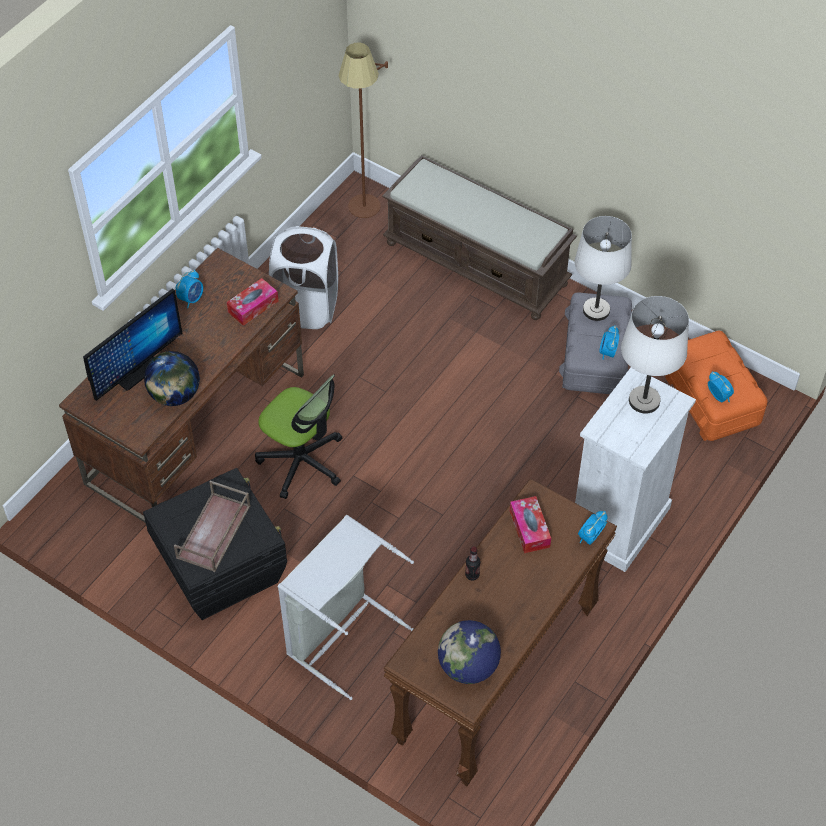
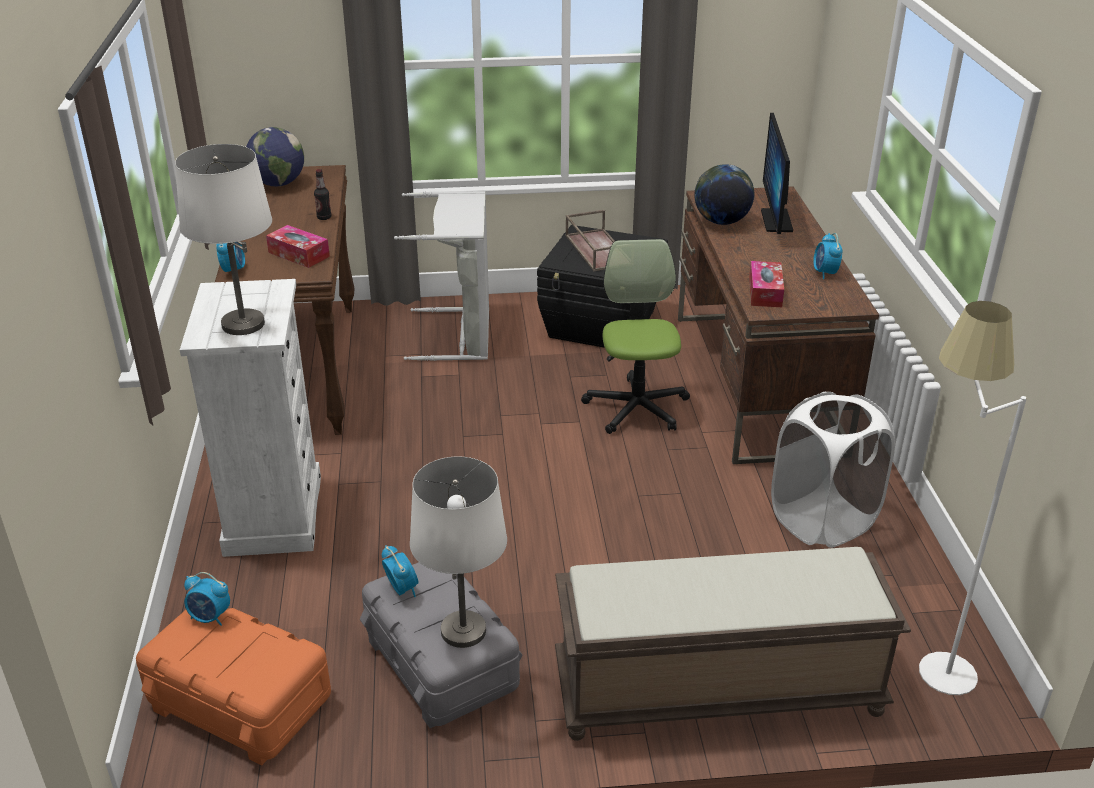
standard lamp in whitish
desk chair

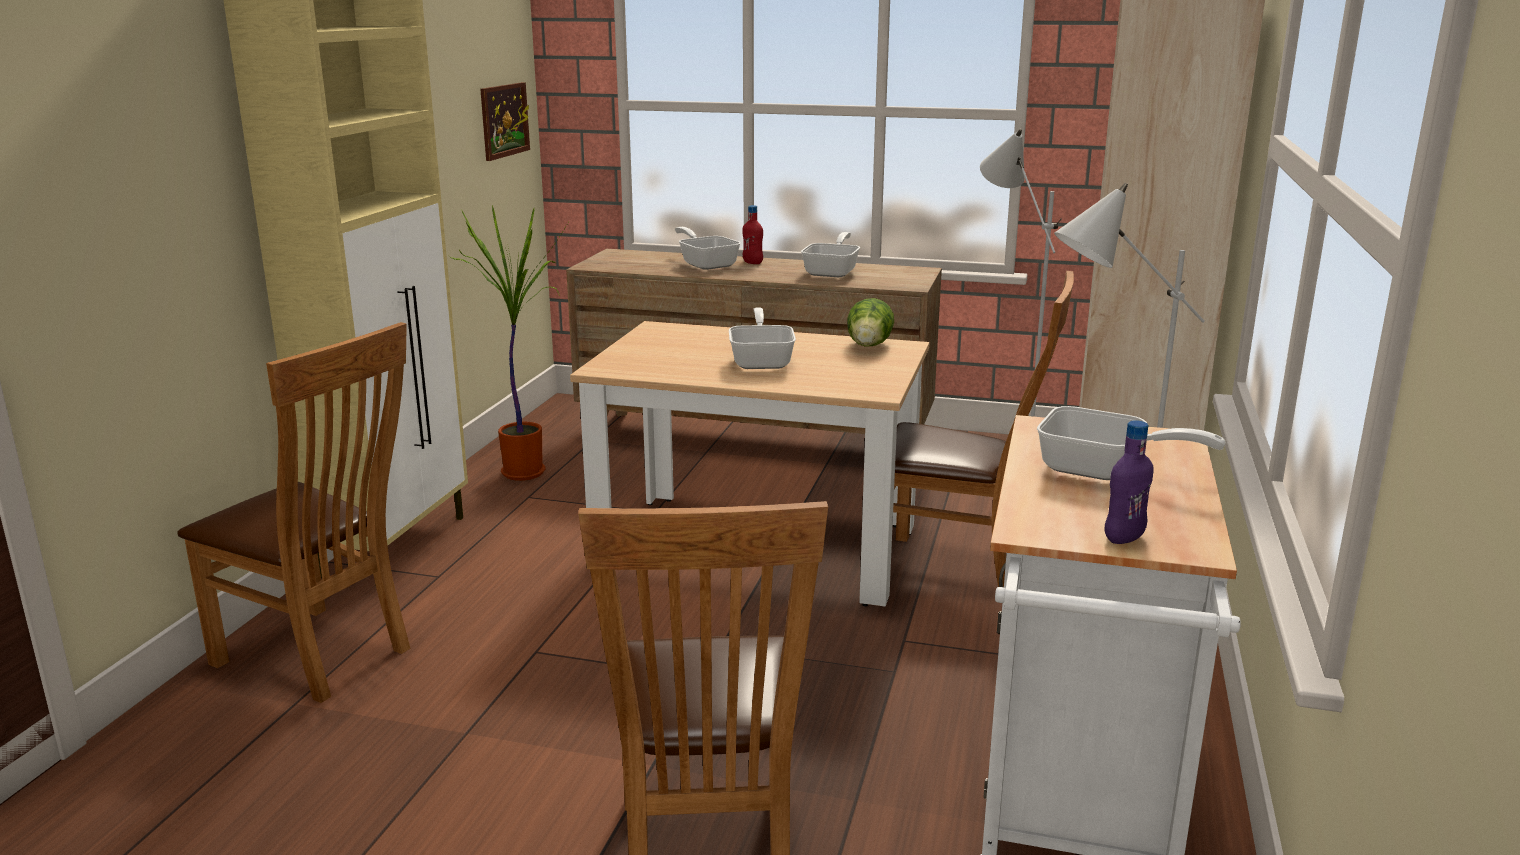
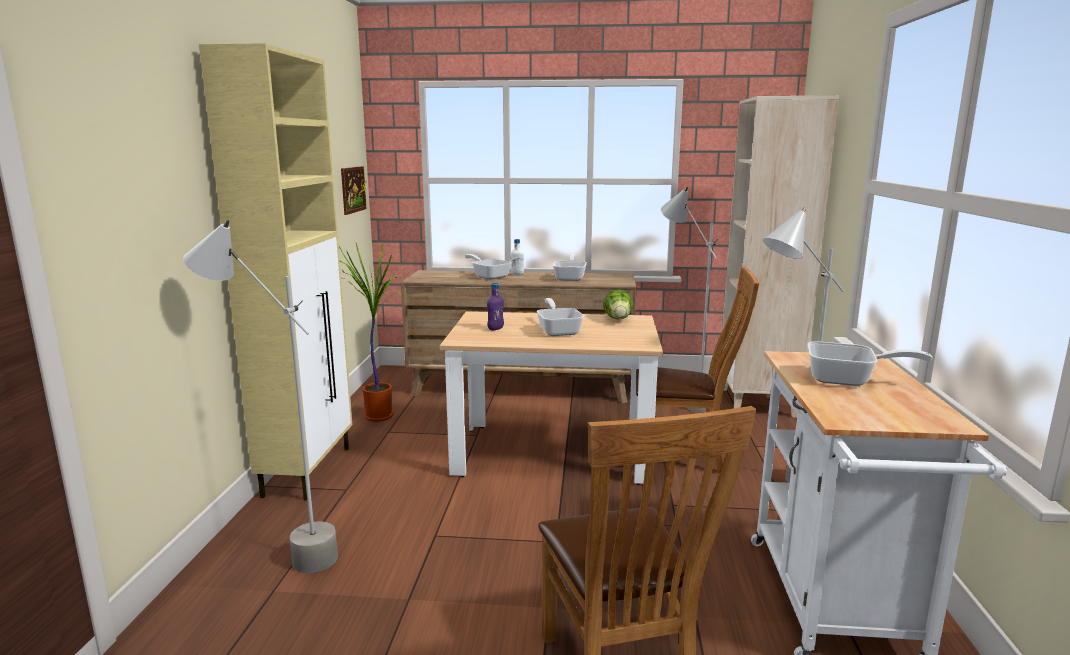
drink bottle in purplish
standard lamp in gray (1st from left)
drink bottle in whitish

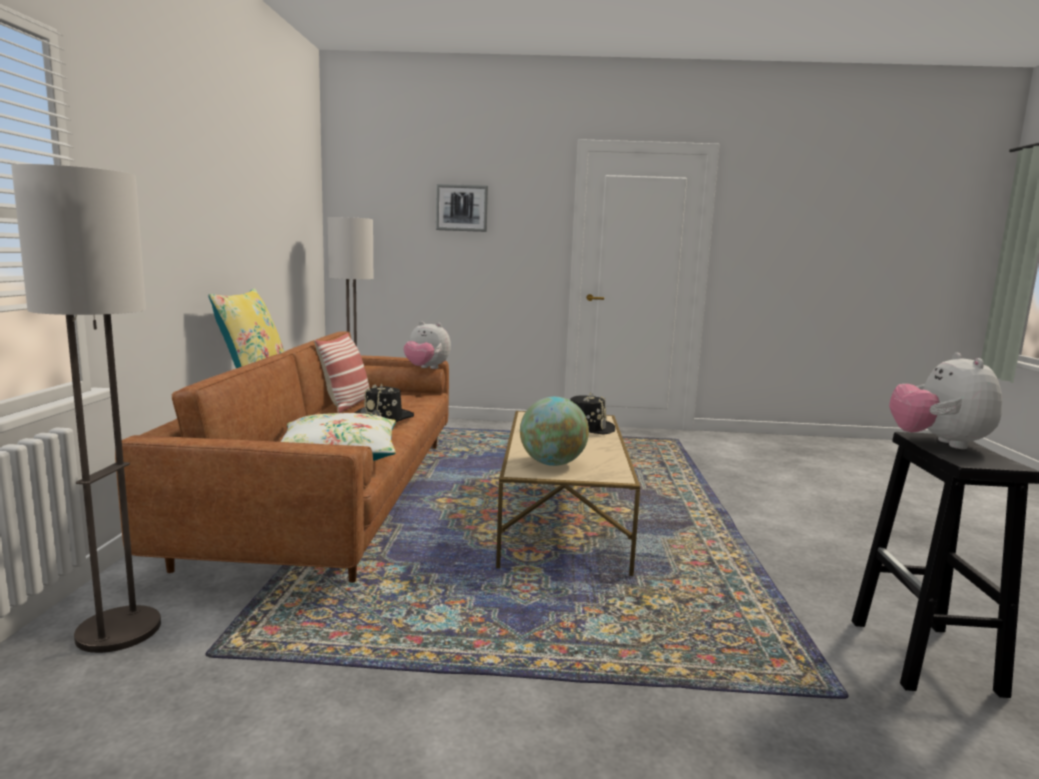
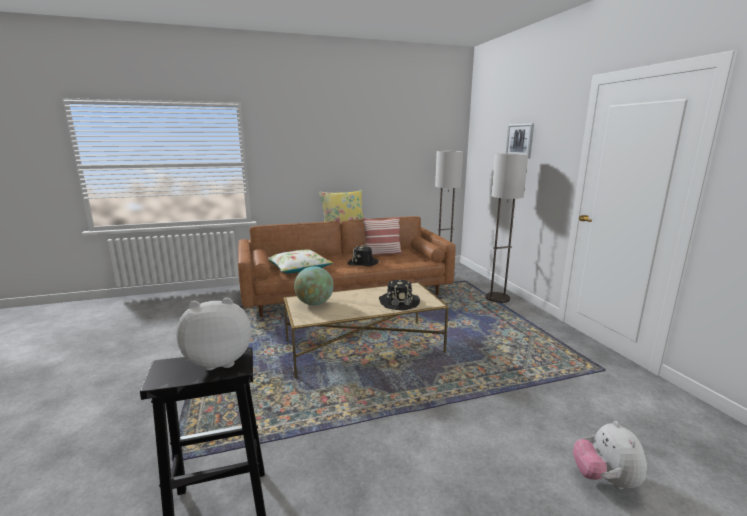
standard lamp (2nd from left)
plush toy (2nd from left)

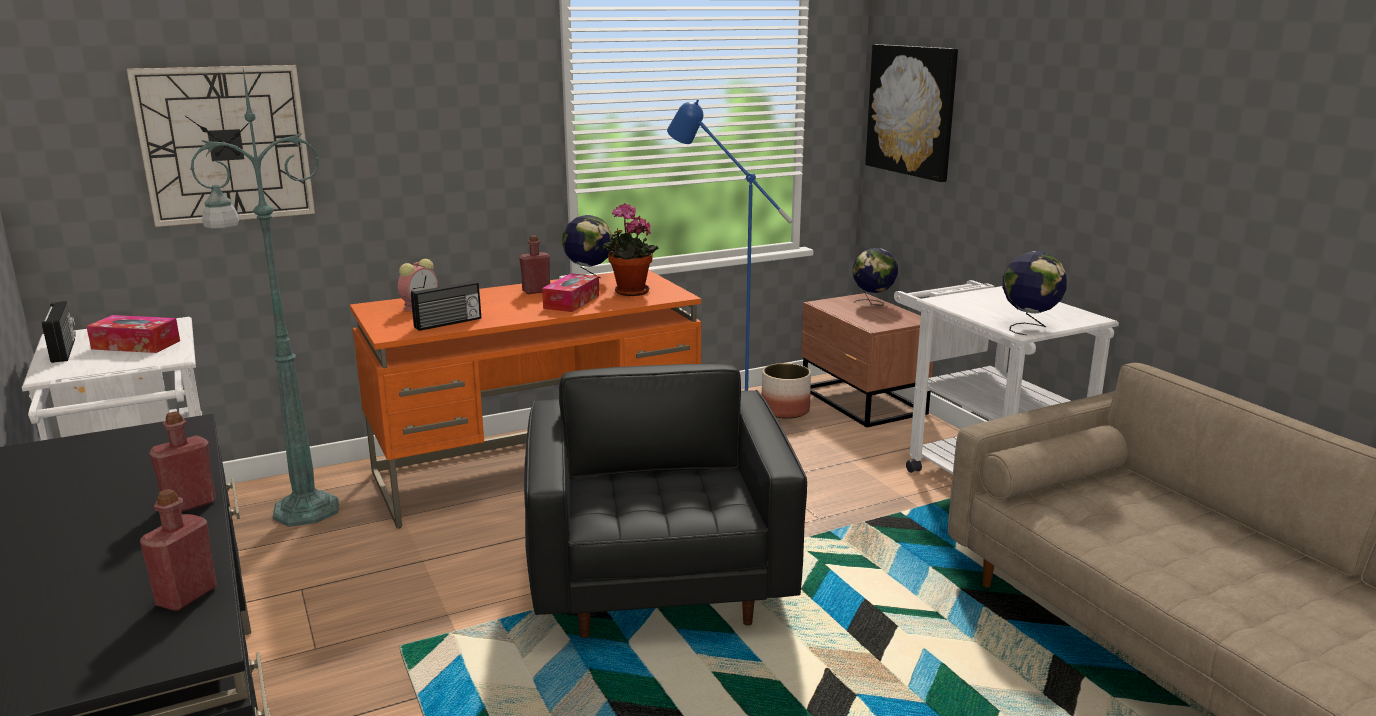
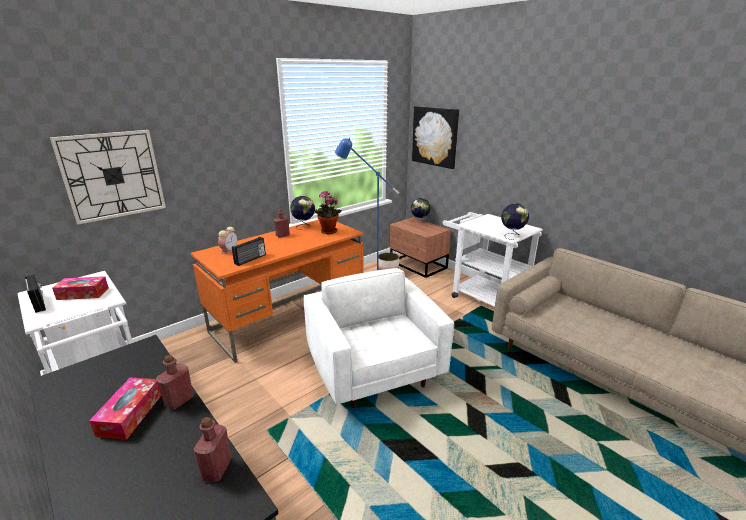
standard lamp in green
tissue holder (2nd from left)
armchair in whitish

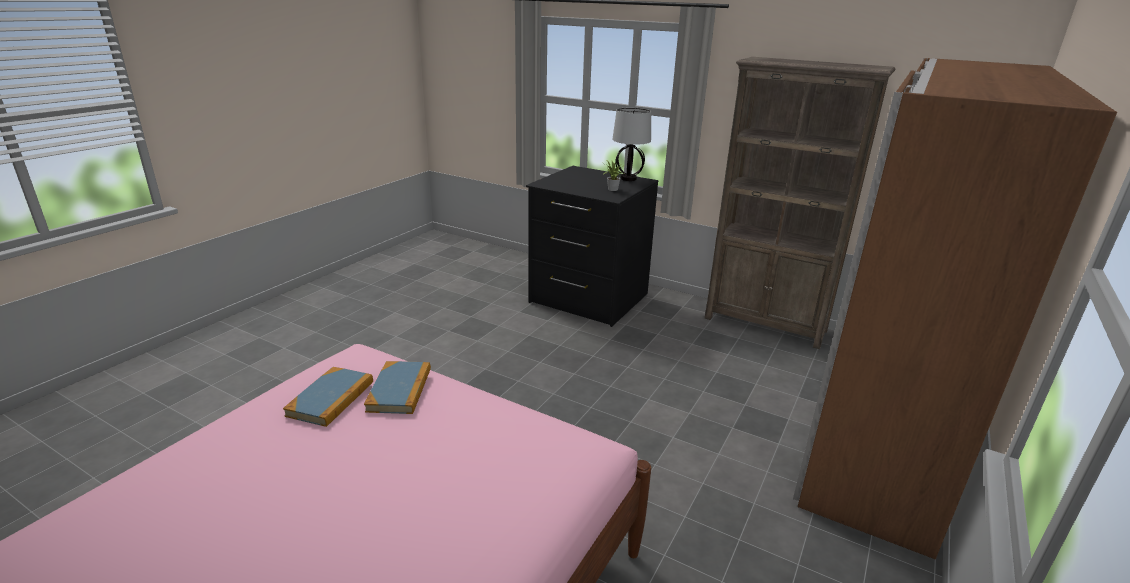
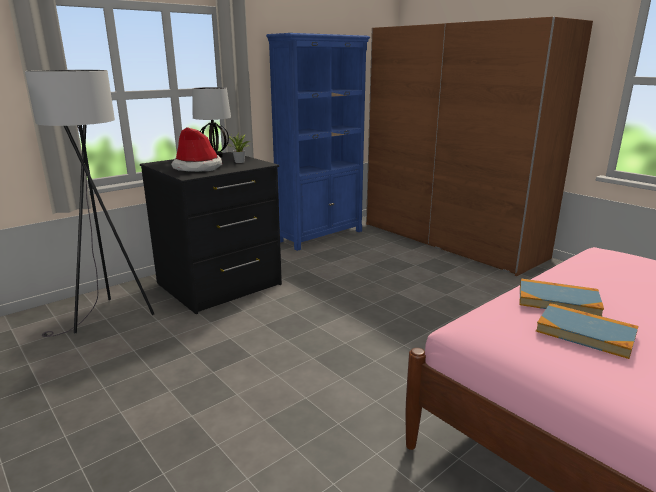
standard lamp in gray
wearable hat
bookshelf in blue-coloured

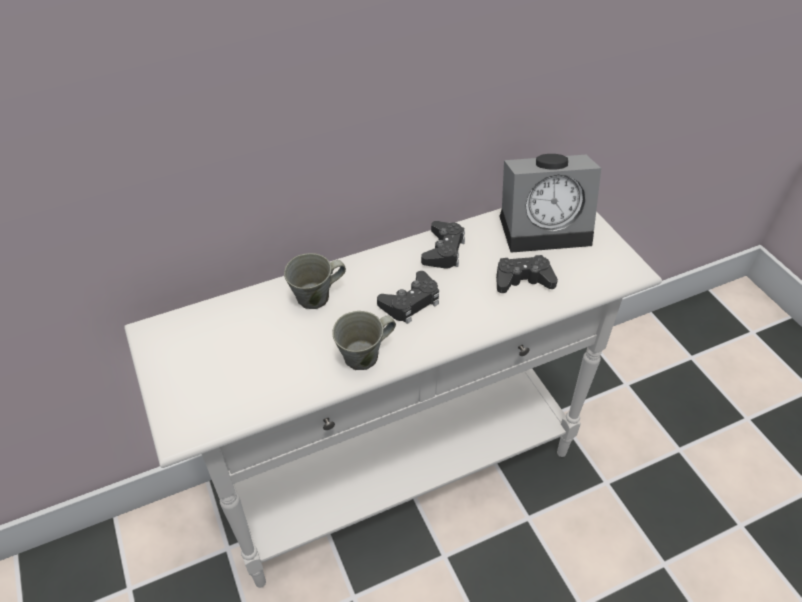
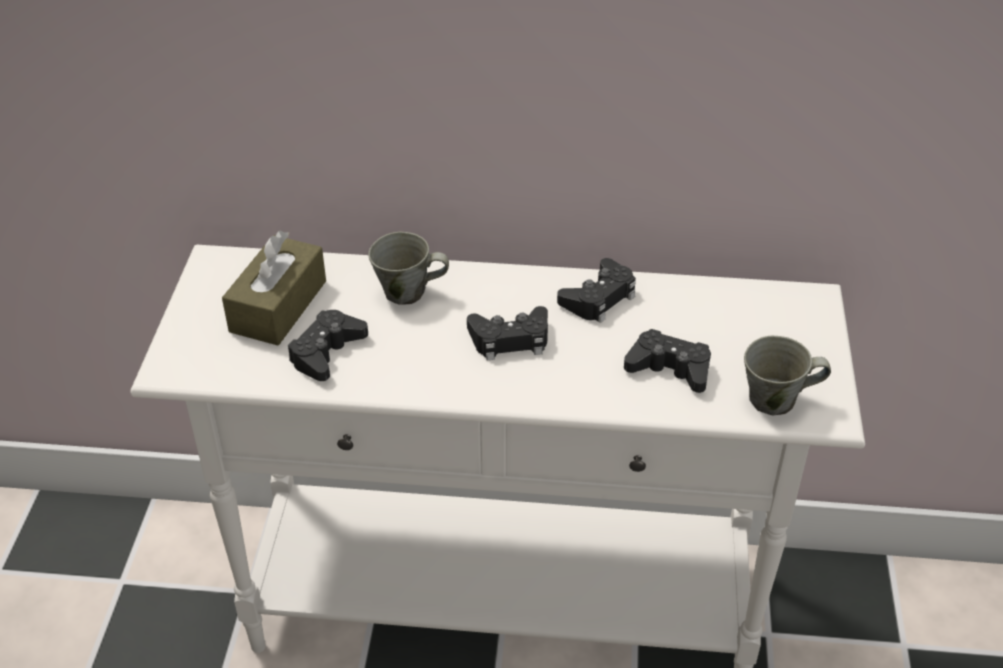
alarm clock
tissue holder in brown-coloured
joypad in black (1st from left)
coffee mug in gray (2nd from left)

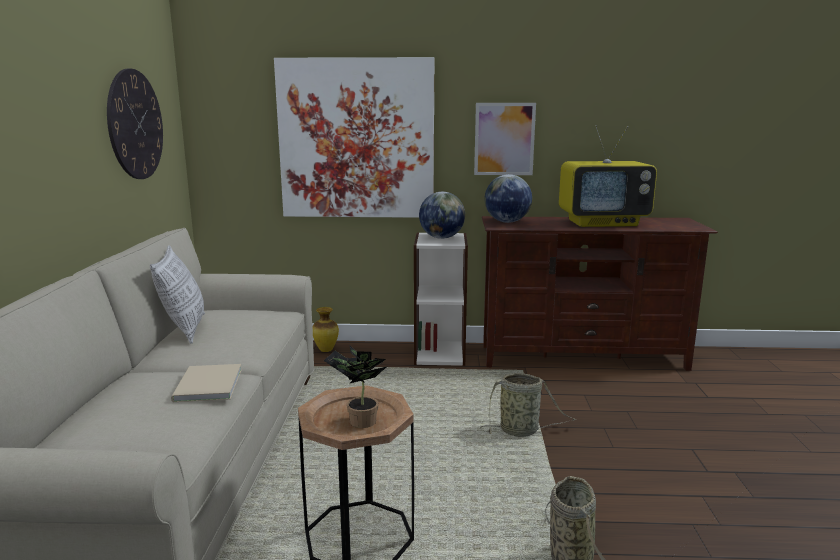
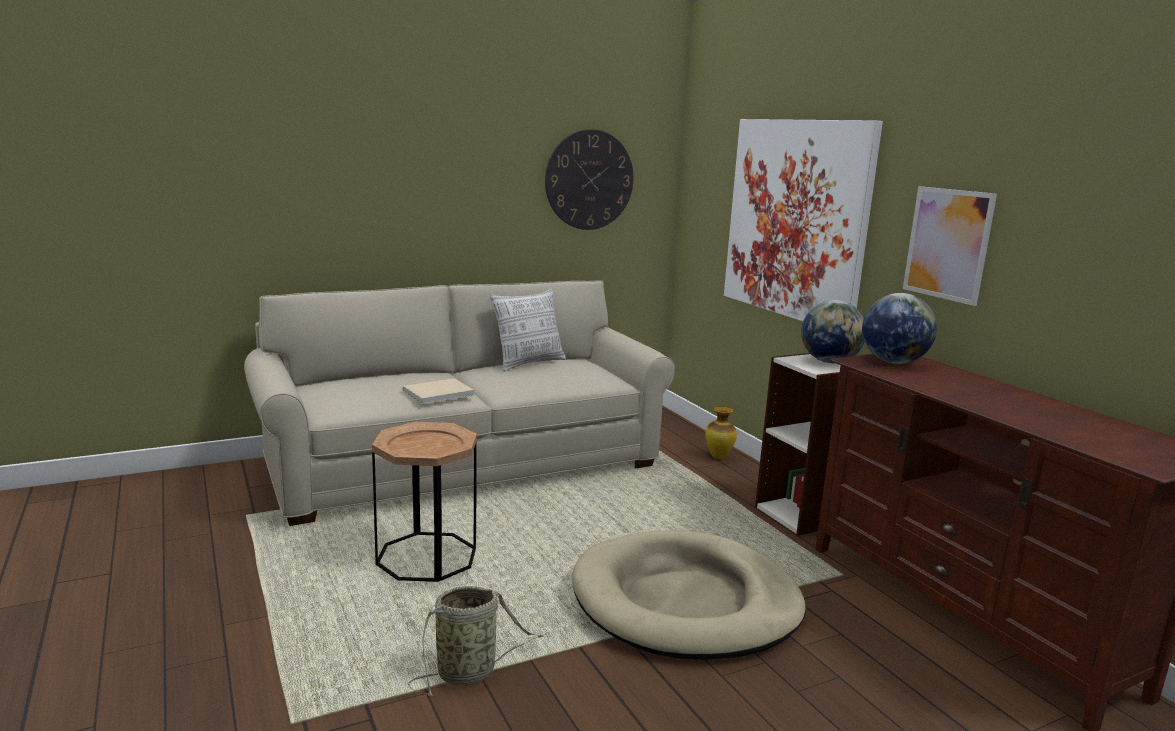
houseplant
TV set
pet bed in sand-coloured

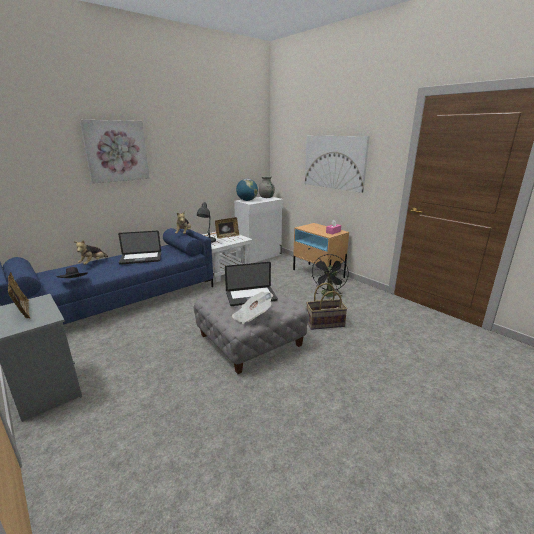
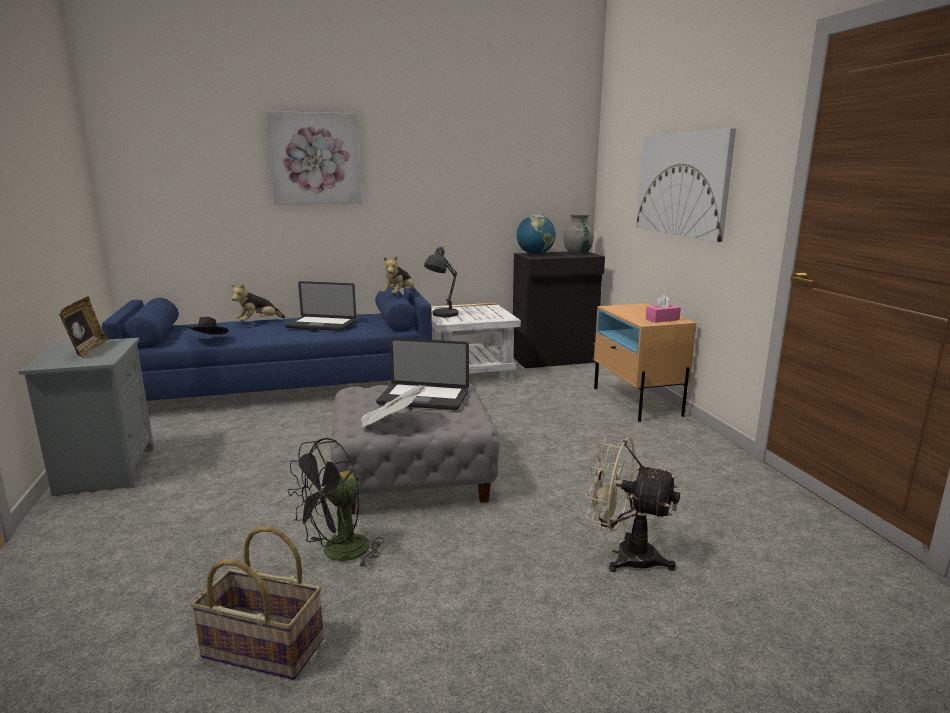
standing frame (2nd from left in the first image)
cooling fan in sand-coloured
storage basket
cooling fan in black
cupboard in black

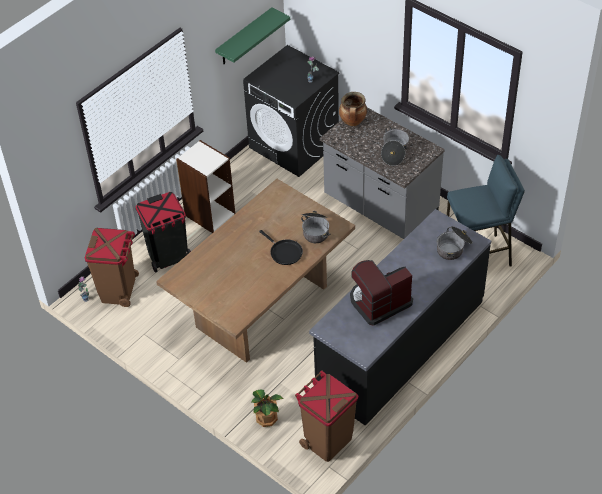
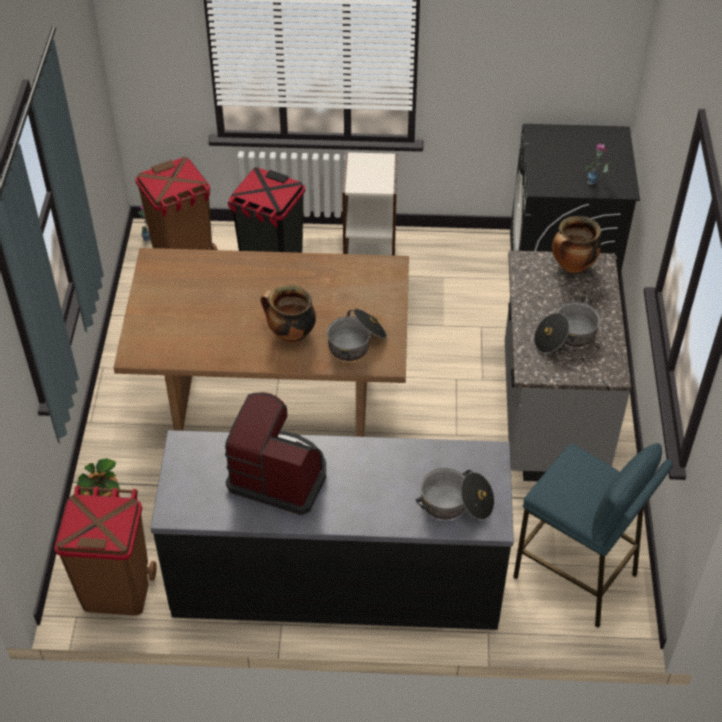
wall shelf in green
saucepot (1st from left)

